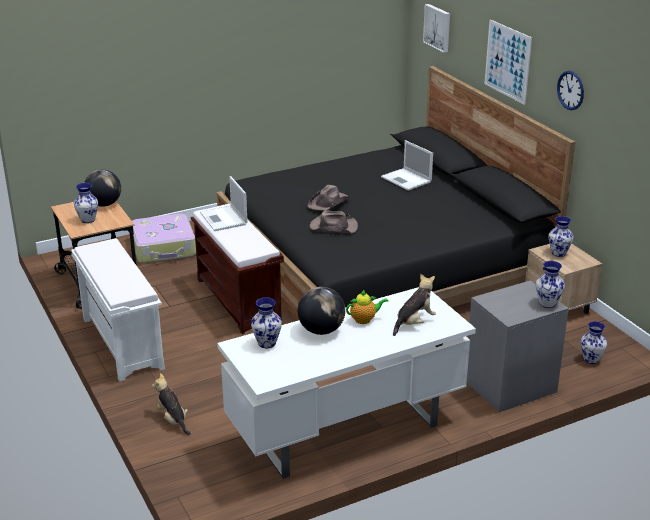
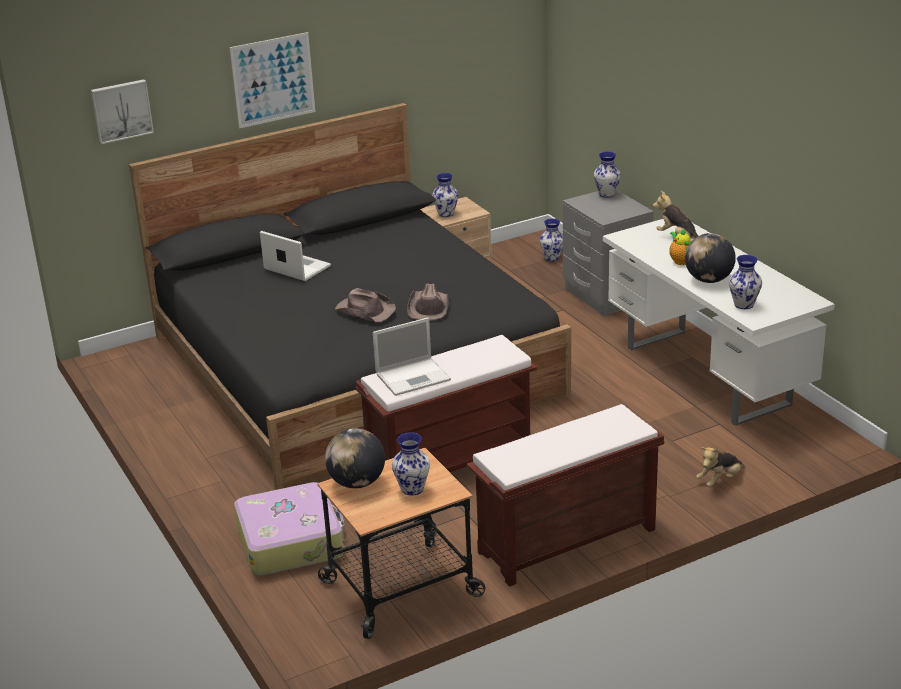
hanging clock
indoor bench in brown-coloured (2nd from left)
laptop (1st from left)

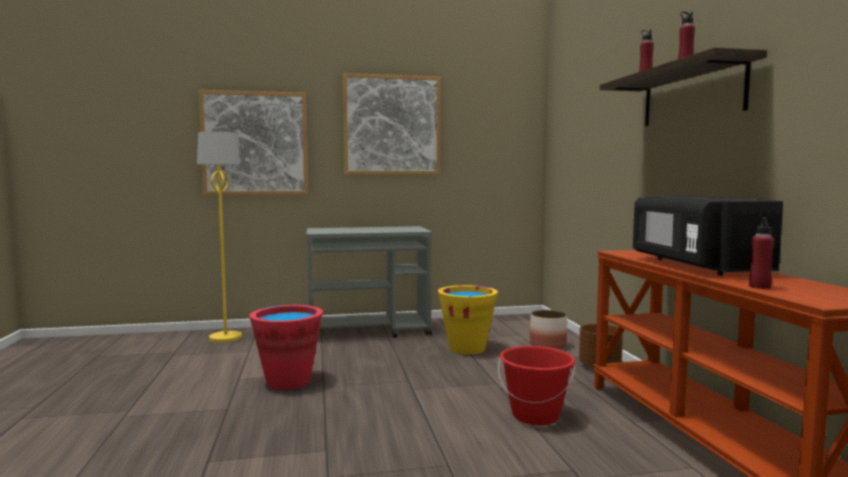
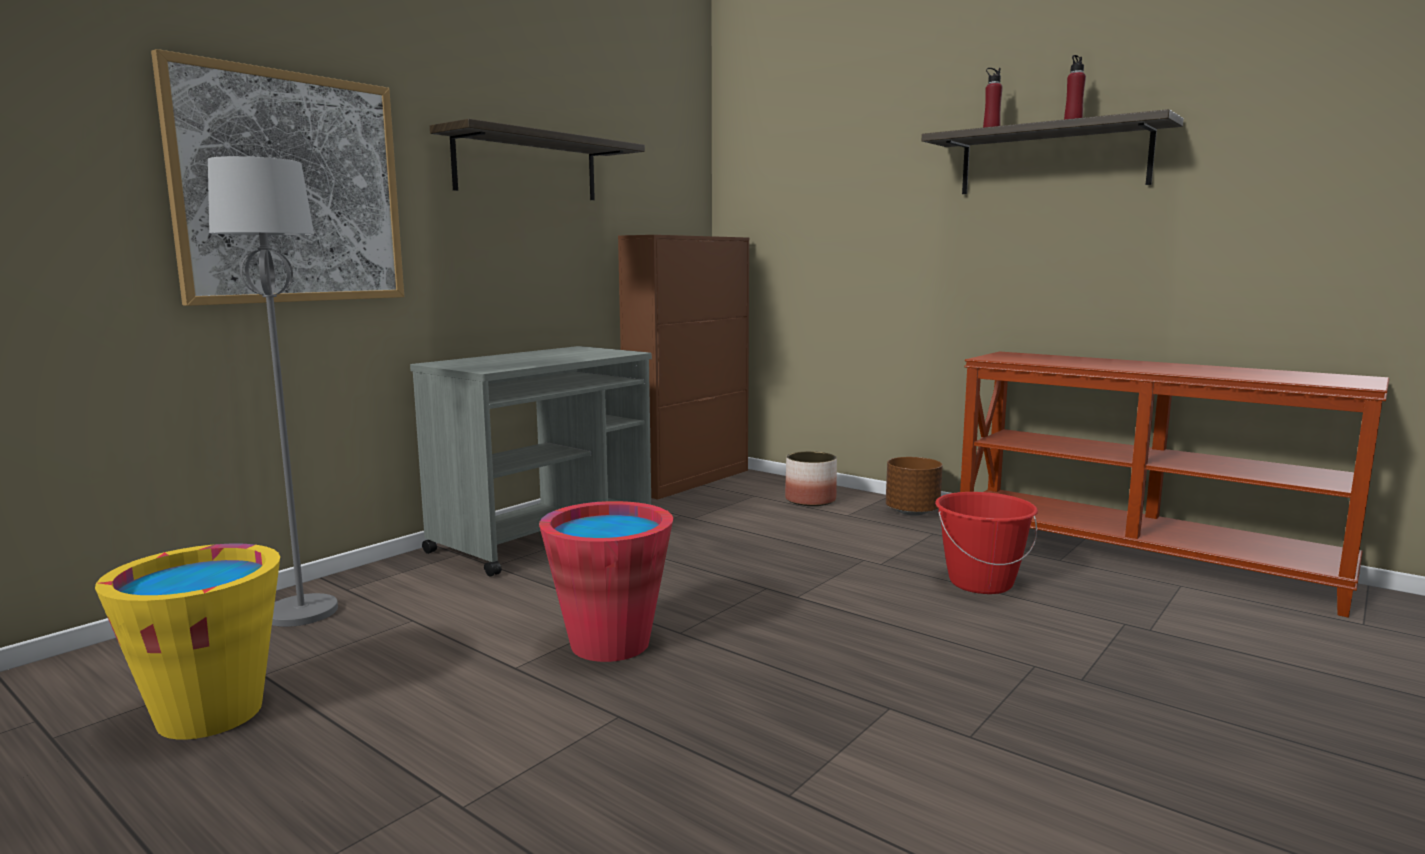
microwave oven in black
drink bottle in reddish (3rd from left in the first image)
cupboard in brown-coloured
water bucket in yellow-coloured
wall shelf (1st from left)
standard lamp in gray

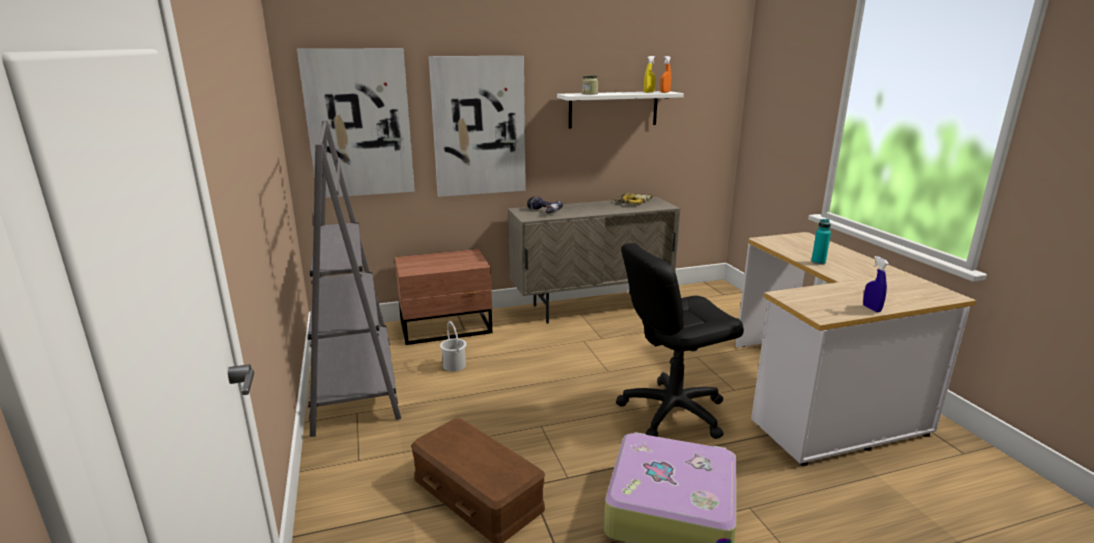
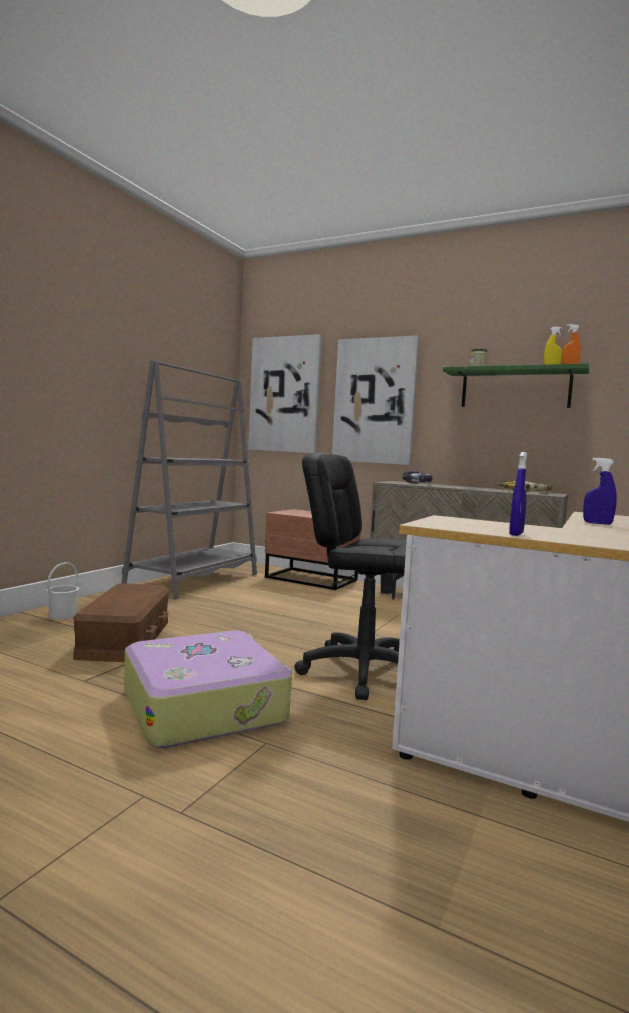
water bucket in whitish
sprayer in blue-coloured (2nd from left)
wall shelf in green

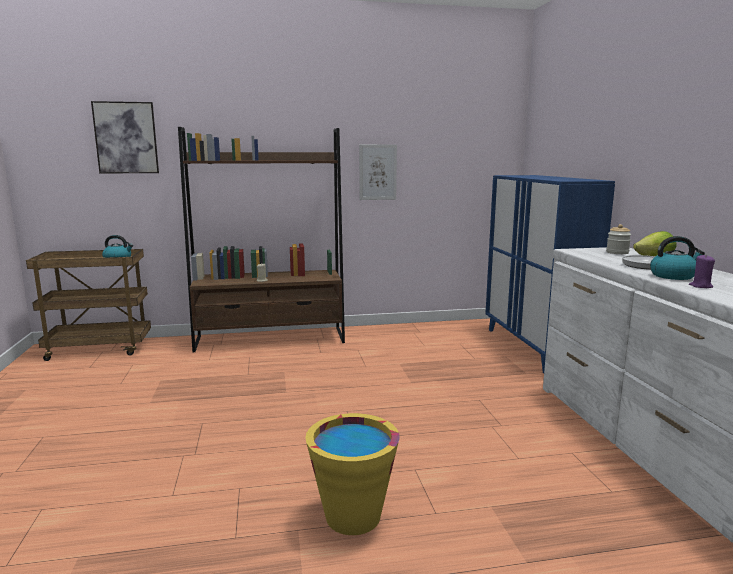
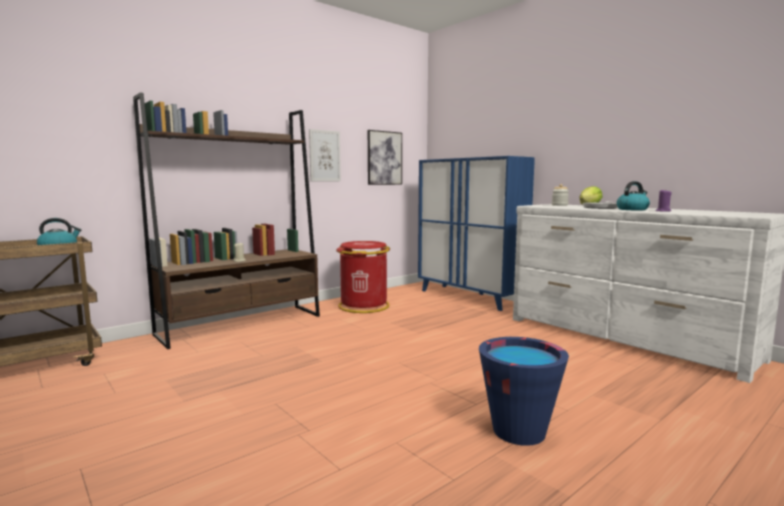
trash can in reddish
picture (2nd from left)
water bucket in blue-coloured

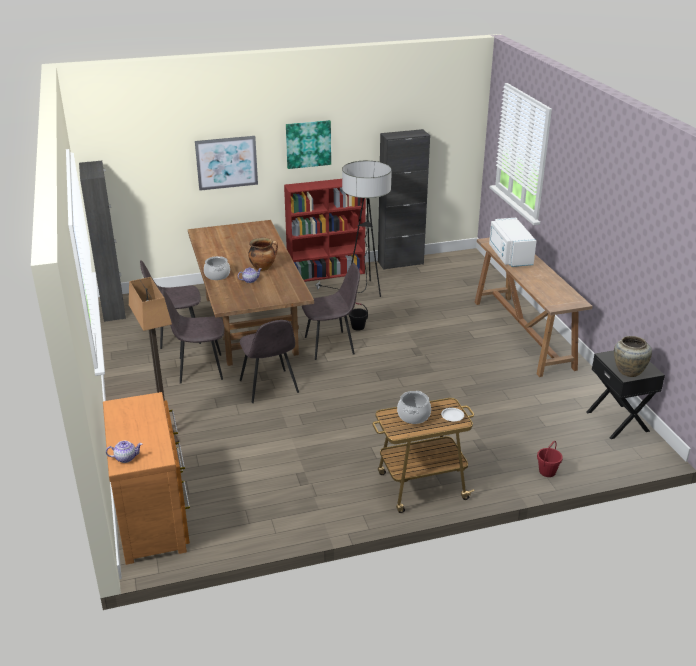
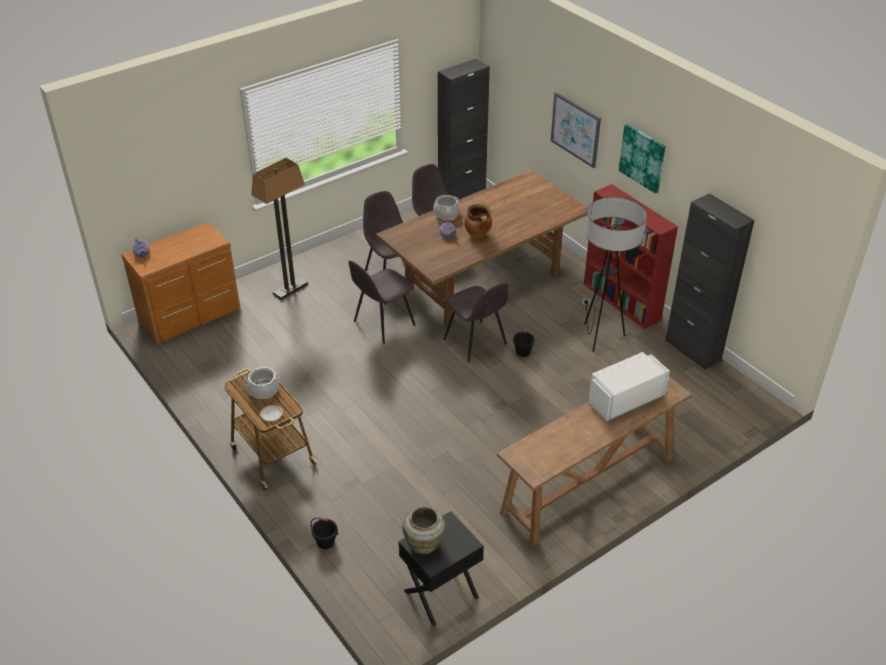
water bucket in black (1st from left)

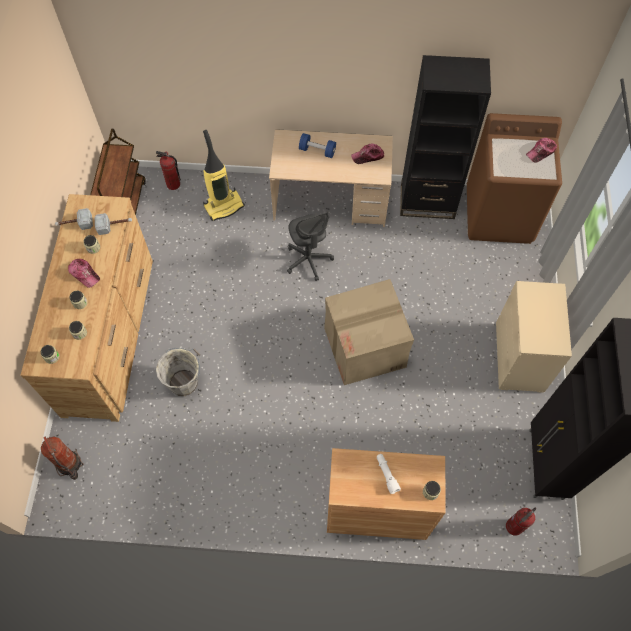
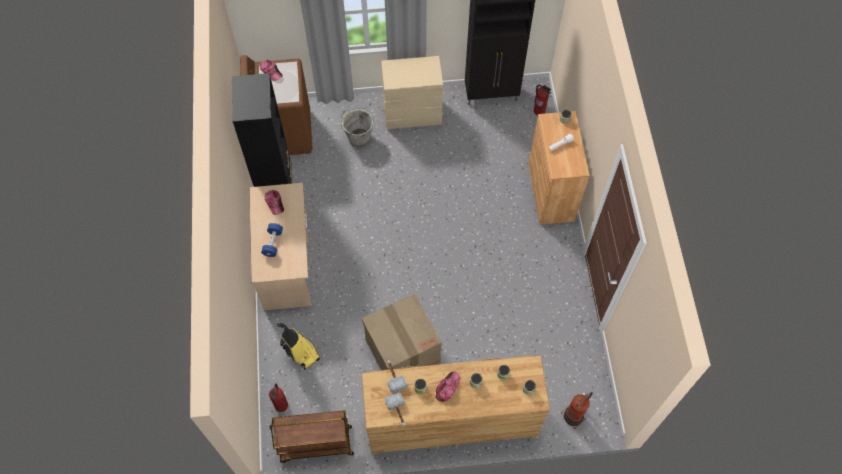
desk chair in gray
water bucket in gray
carton

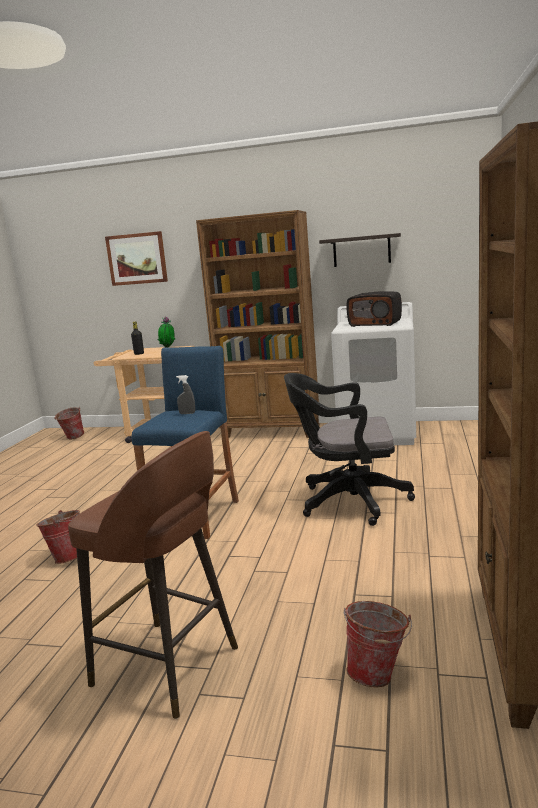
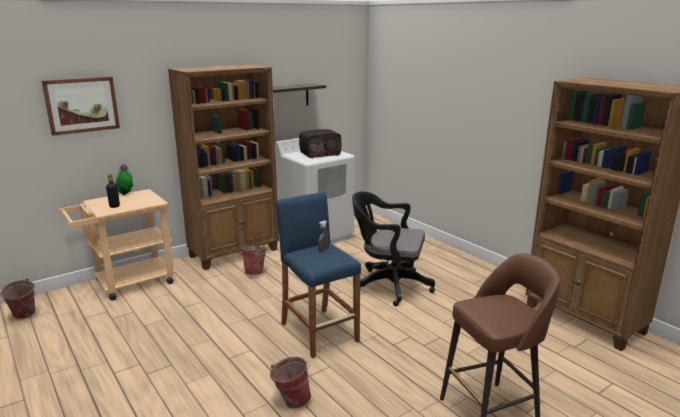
water bucket (2nd from left)
desk chair in black

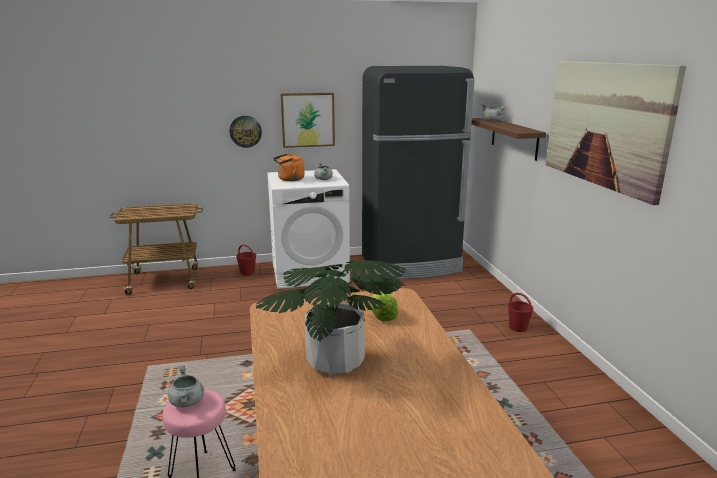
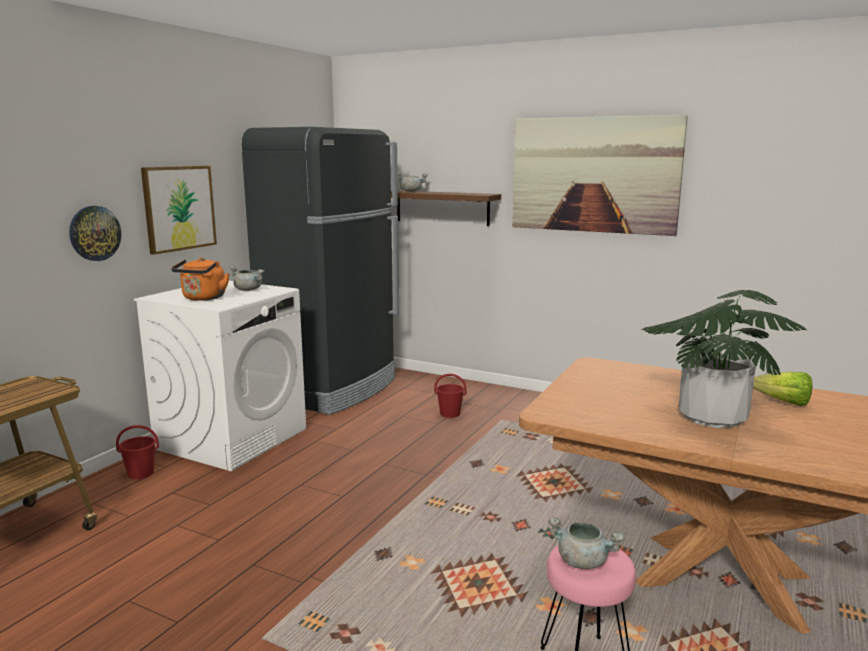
lettuce head
water bucket in reddish (2nd from left)

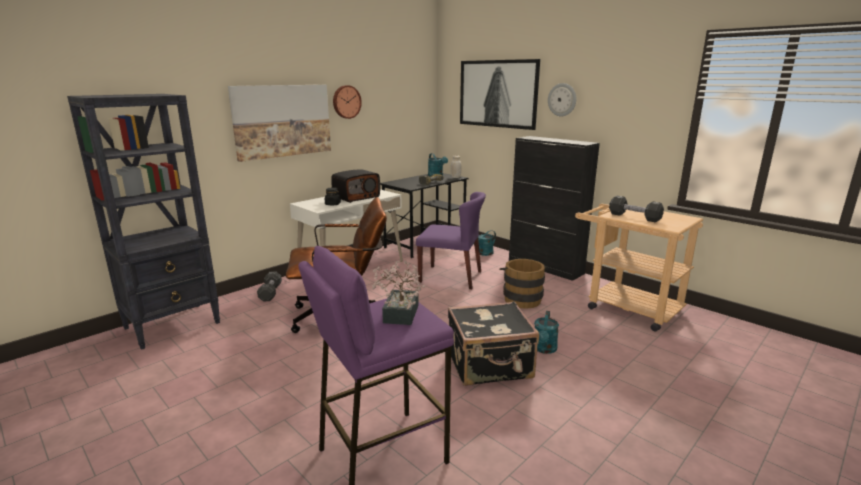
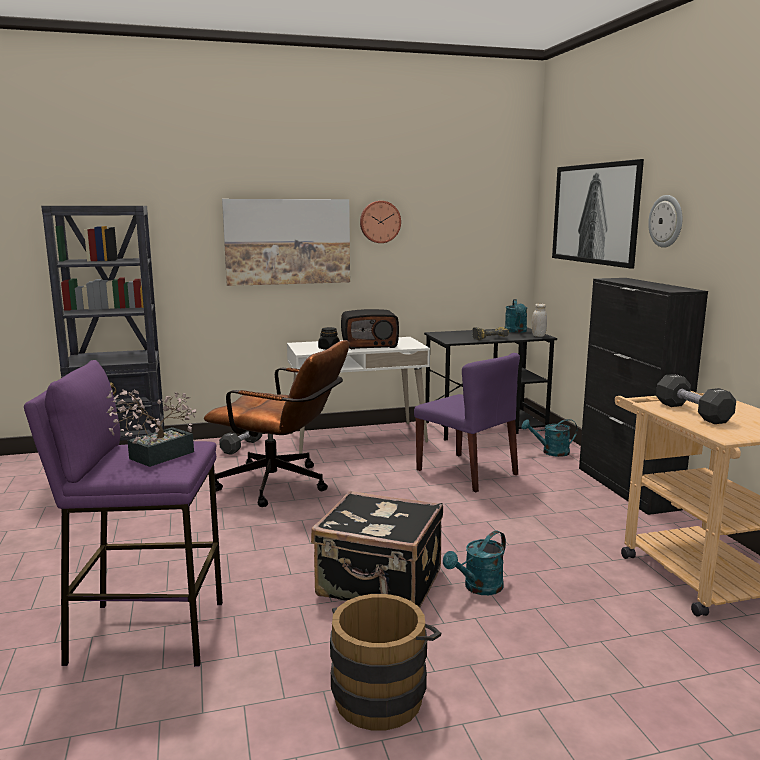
water bucket in brown-coloured

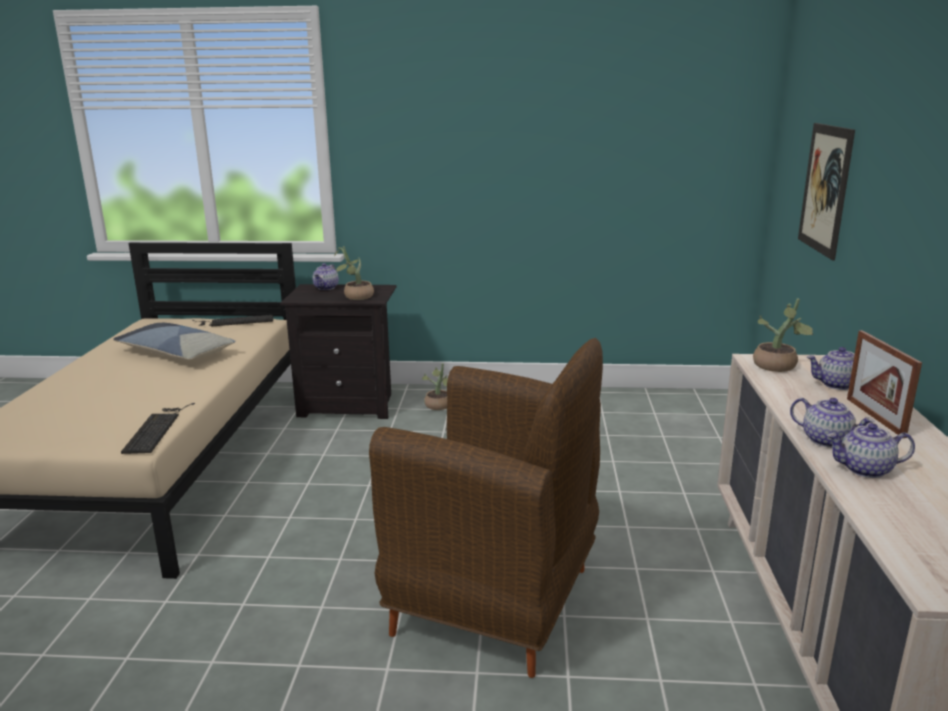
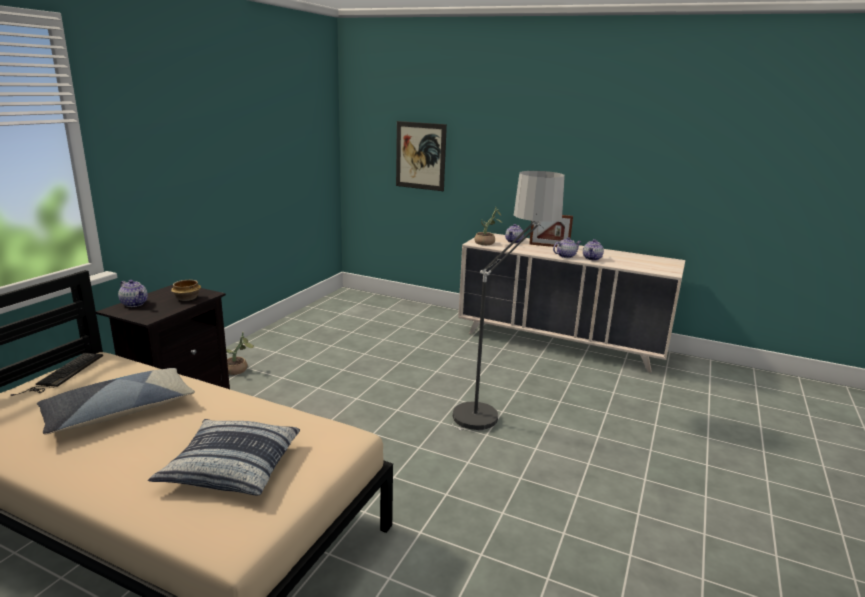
keyboard (1st from left in the first image)
throw pillow (2nd from left)
serving bowl
standard lamp

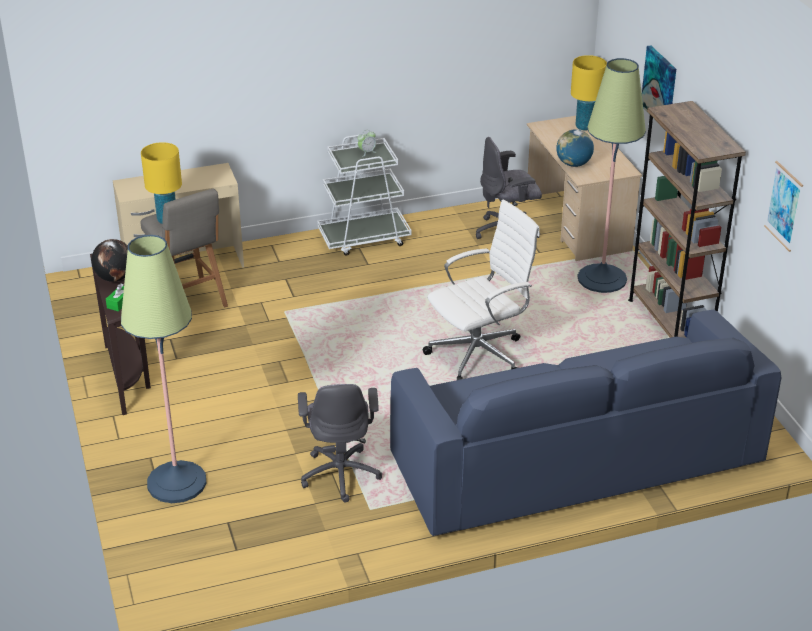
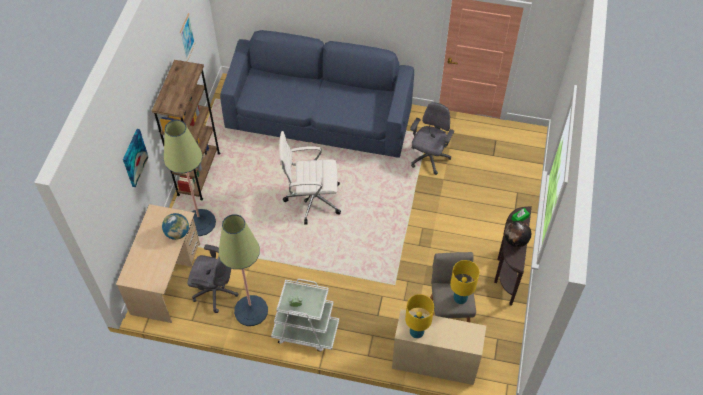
standard lamp (2nd from left)
table lamp in yellow-coloured (1st from left)

